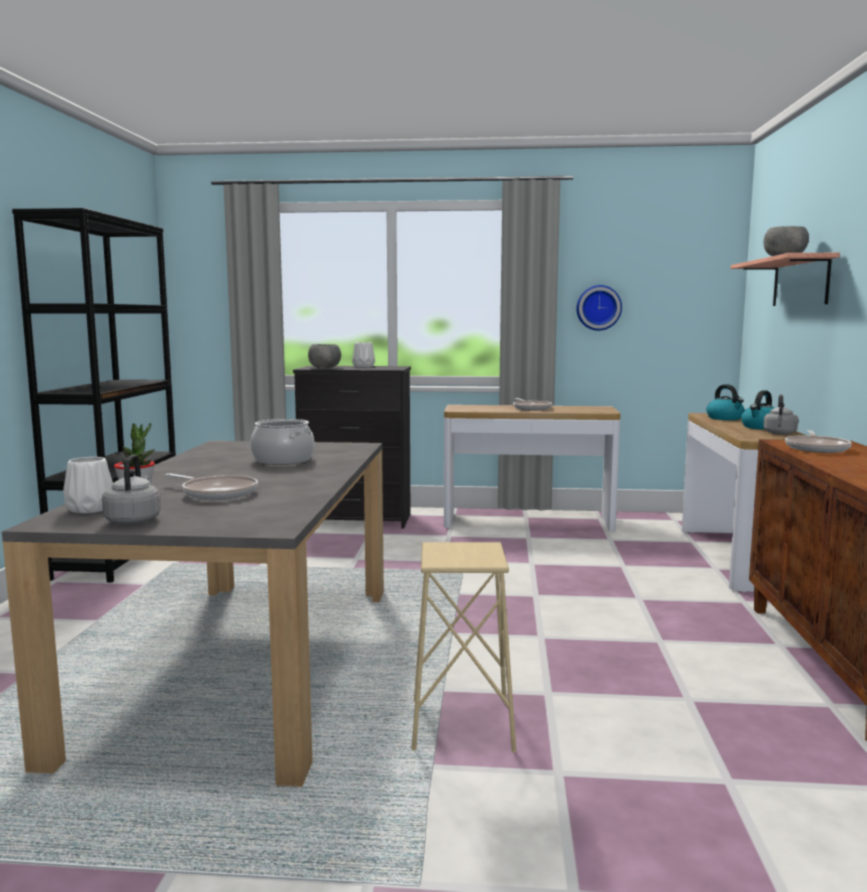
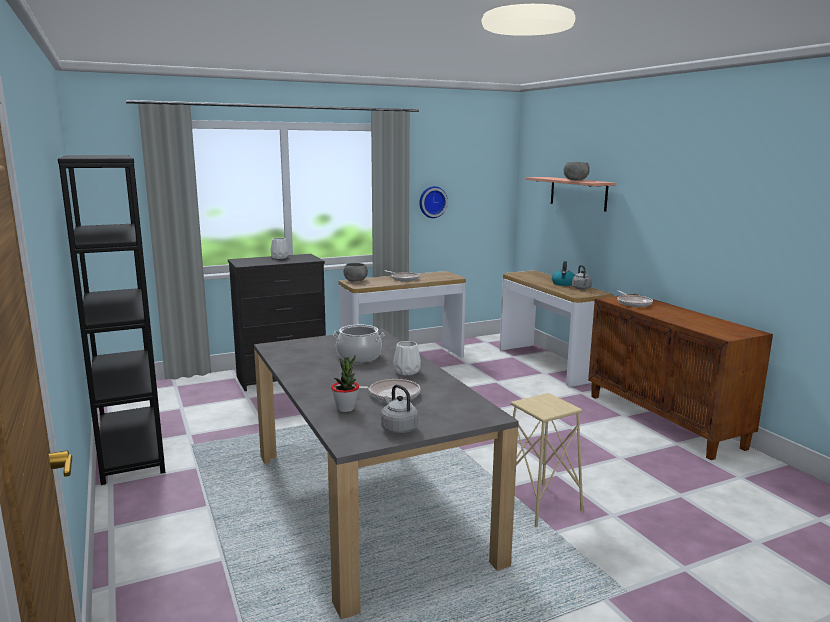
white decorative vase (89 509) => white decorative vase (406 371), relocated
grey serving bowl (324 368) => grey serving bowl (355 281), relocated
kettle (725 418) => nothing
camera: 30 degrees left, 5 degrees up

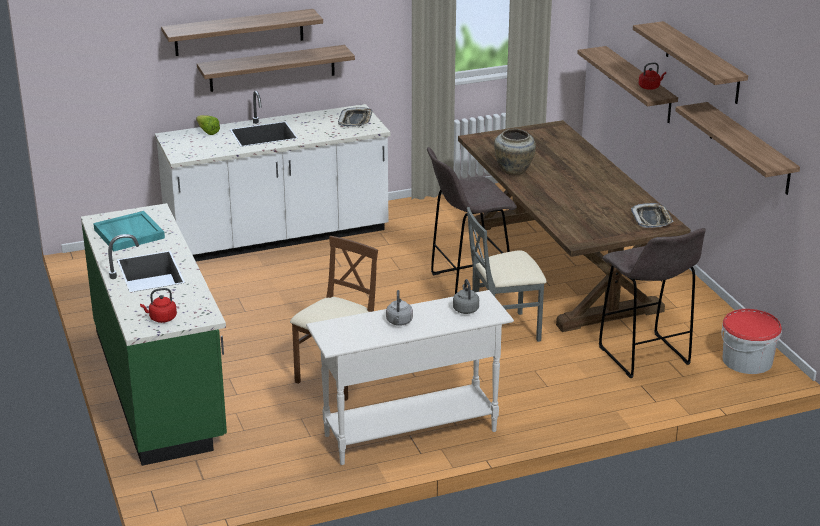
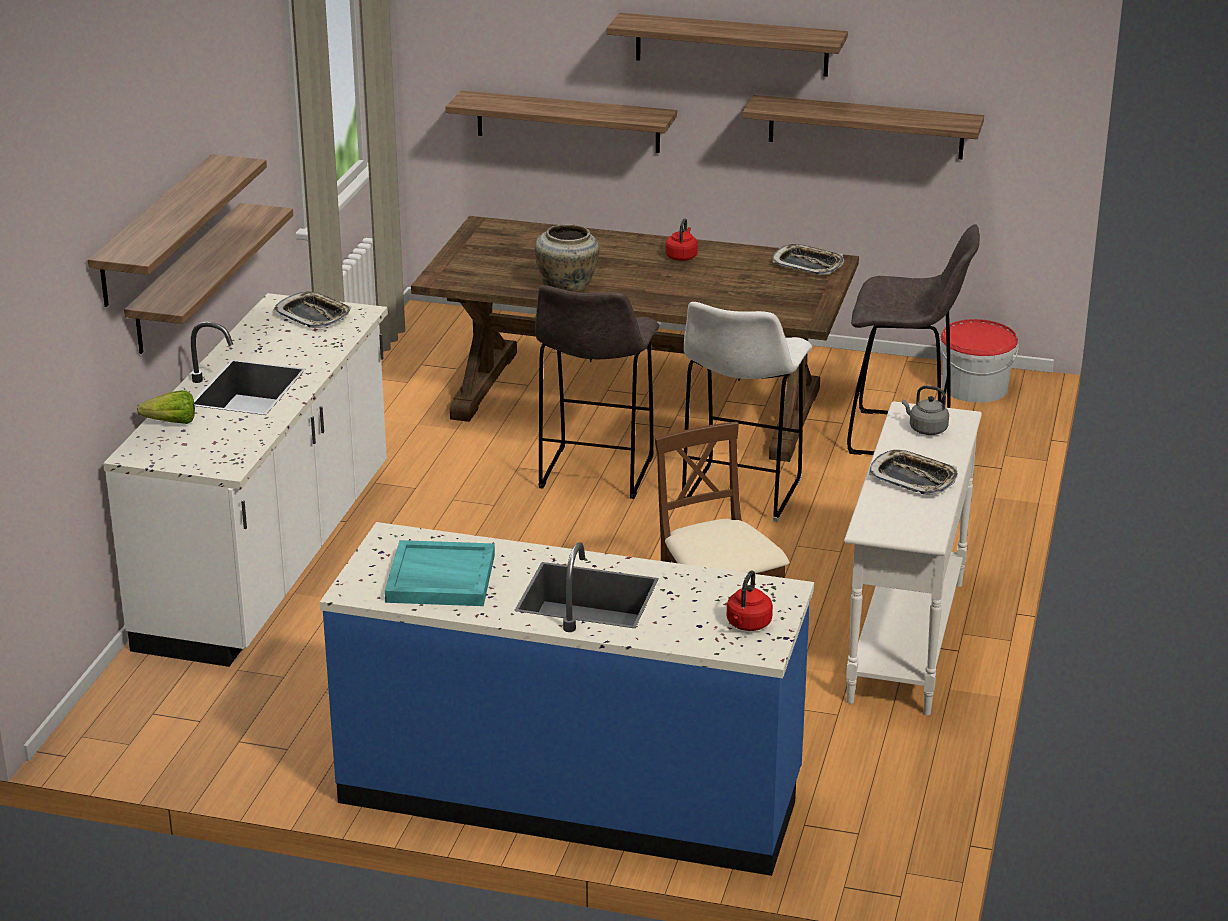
green-coloured counter (160 385) => bluish counter (570 793)
grey kettle (399 322) => serving tray (913 478)
grey chair (503 330) => white sitting stool (740 494)
reddish kettle (650 87) => reddish kettle (681 256), relocated
camera: 55 degrees left, 0 degrees up

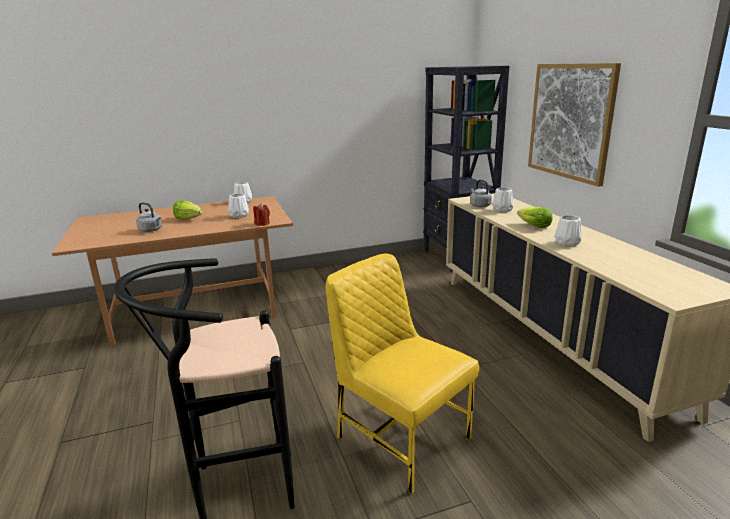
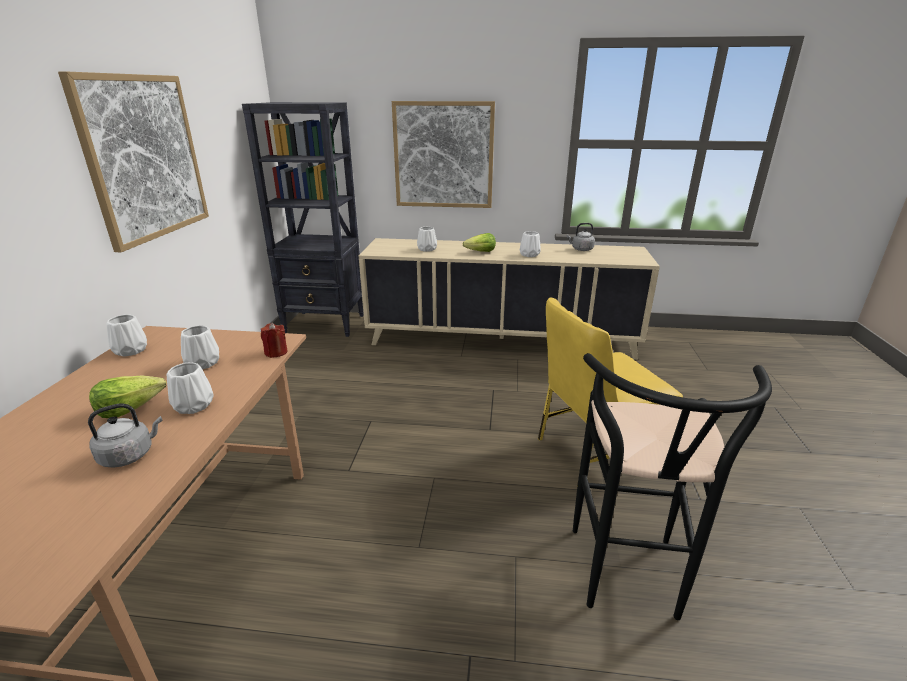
grey kettle (479 205) => grey kettle (581 249), relocated
nothing => wall art (144 158)
nothing => white decorative vase (192 406)
camera: 65 degrees left, 5 degrees up

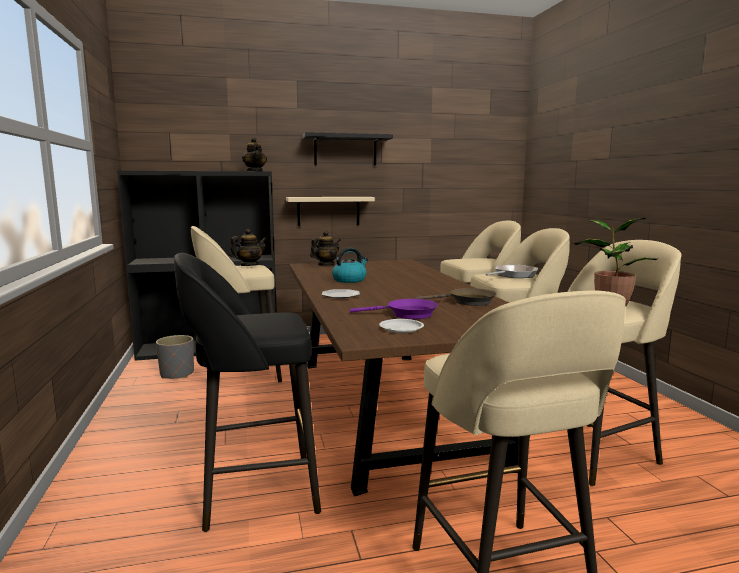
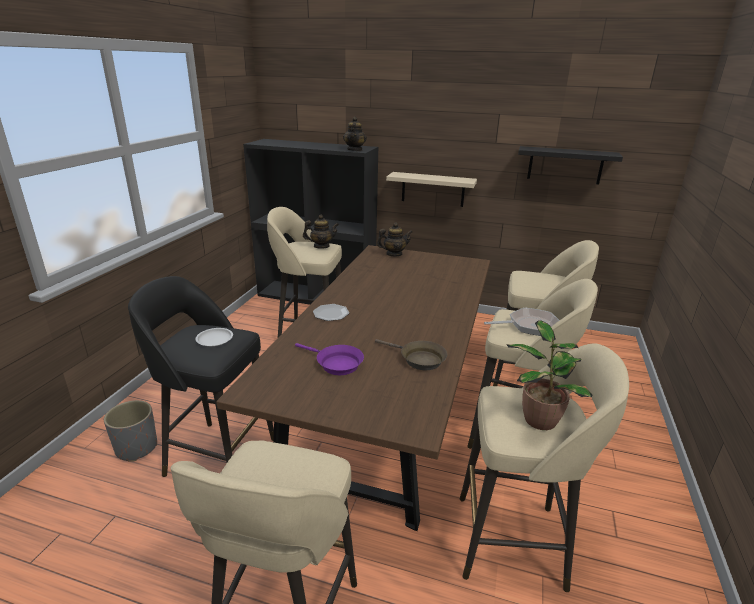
grey plant pot (177 374) => grey plant pot (136 447), relocated
black-coloured bracket shelf (345 150) => black-coloured bracket shelf (565 165), relocated
kettle (349 280) => nothing
white plate (401 328) => white plate (214 339), relocated
camera: 30 degrees right, 15 degrees up

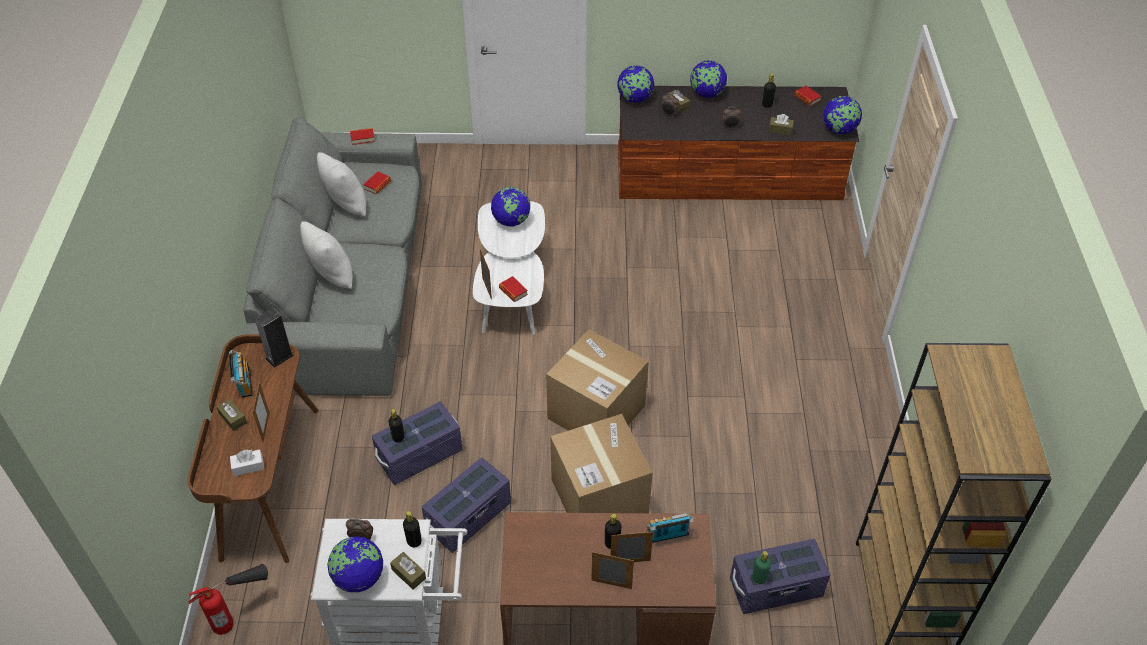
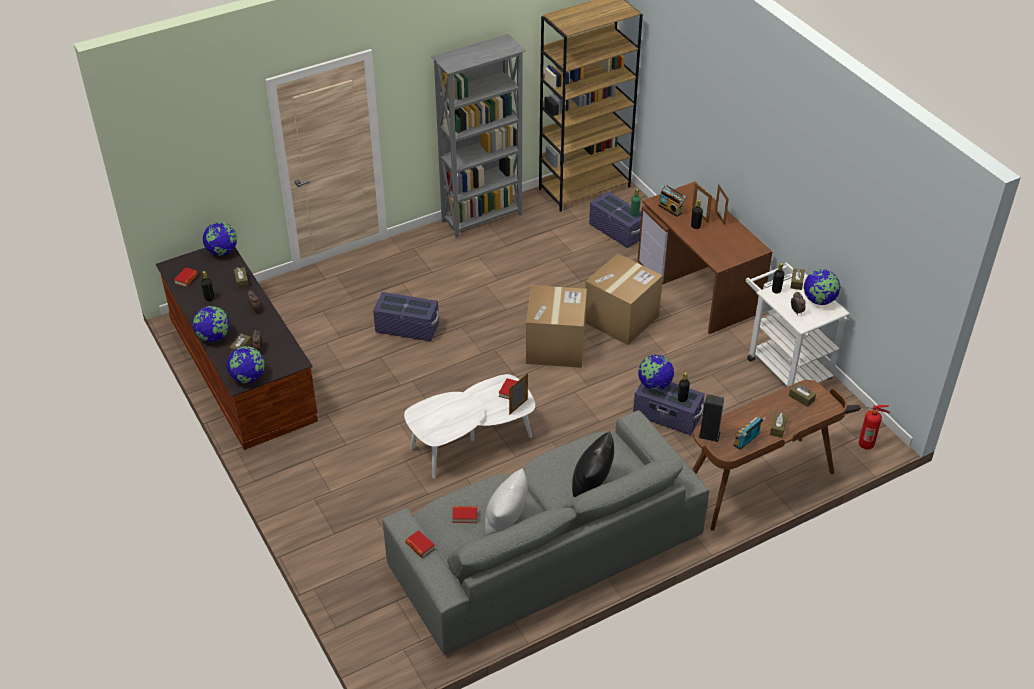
white box of tissues (248 466) => brown box of tissues (801 398)
standing frame (266 427) => nothing
white throw pillow (331 278) => black-coloured throw pillow (593 487)
purple-coloured storage container (469 516) => purple-coloured storage container (407 328), relocated
world globe (511 221) => world globe (654 385), relocated
nothing => grey bookcase (483 218)
camera: 120 degrees left, 5 degrees down

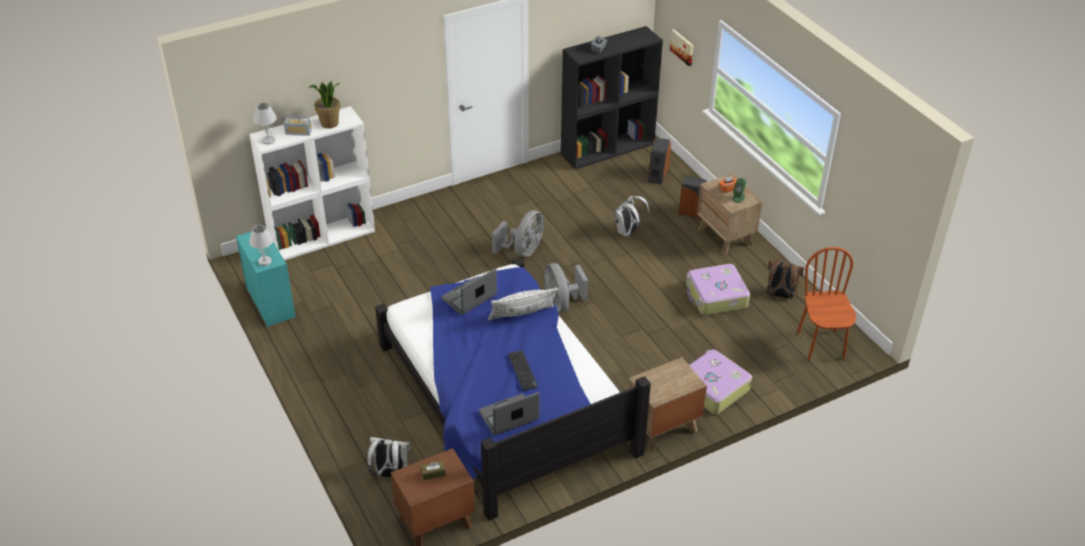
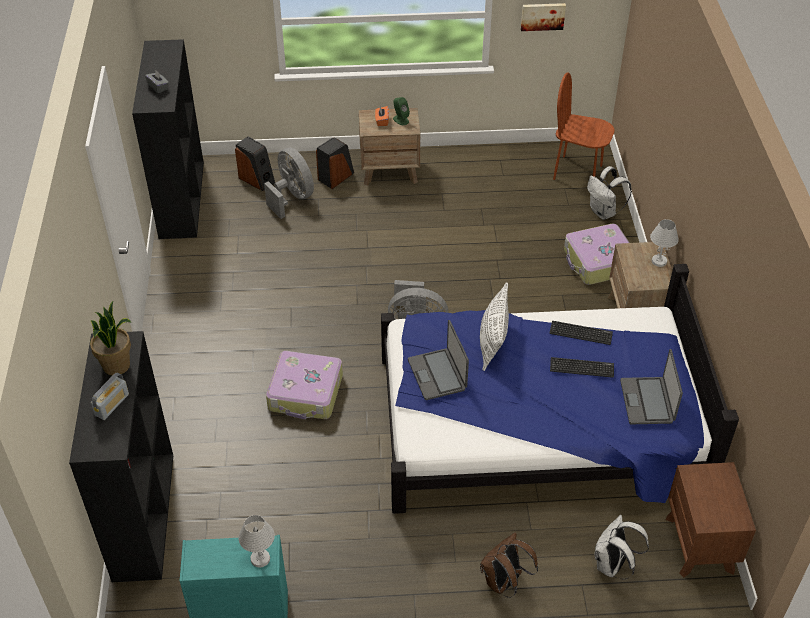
white bookcase (322 236) => black-coloured bookcase (143 515)
white table lamp (268 140) => white table lamp (658 261), relocated
brown box of tissues (433 473) => nothing
grey electric fan (523 251) => grey electric fan (292 198), relocated
white rucksack (628 232) => white rucksack (604 212), relocated
wall art (682 47) => wall art (542 16), relocated
piece of luggage (716 296) => piece of luggage (306 393), relocated
brown rucksack (780 295) => brown rucksack (504 582), relocated
nothing => computer keyboard (581 333)
camera: 65 degrees left, 5 degrees up

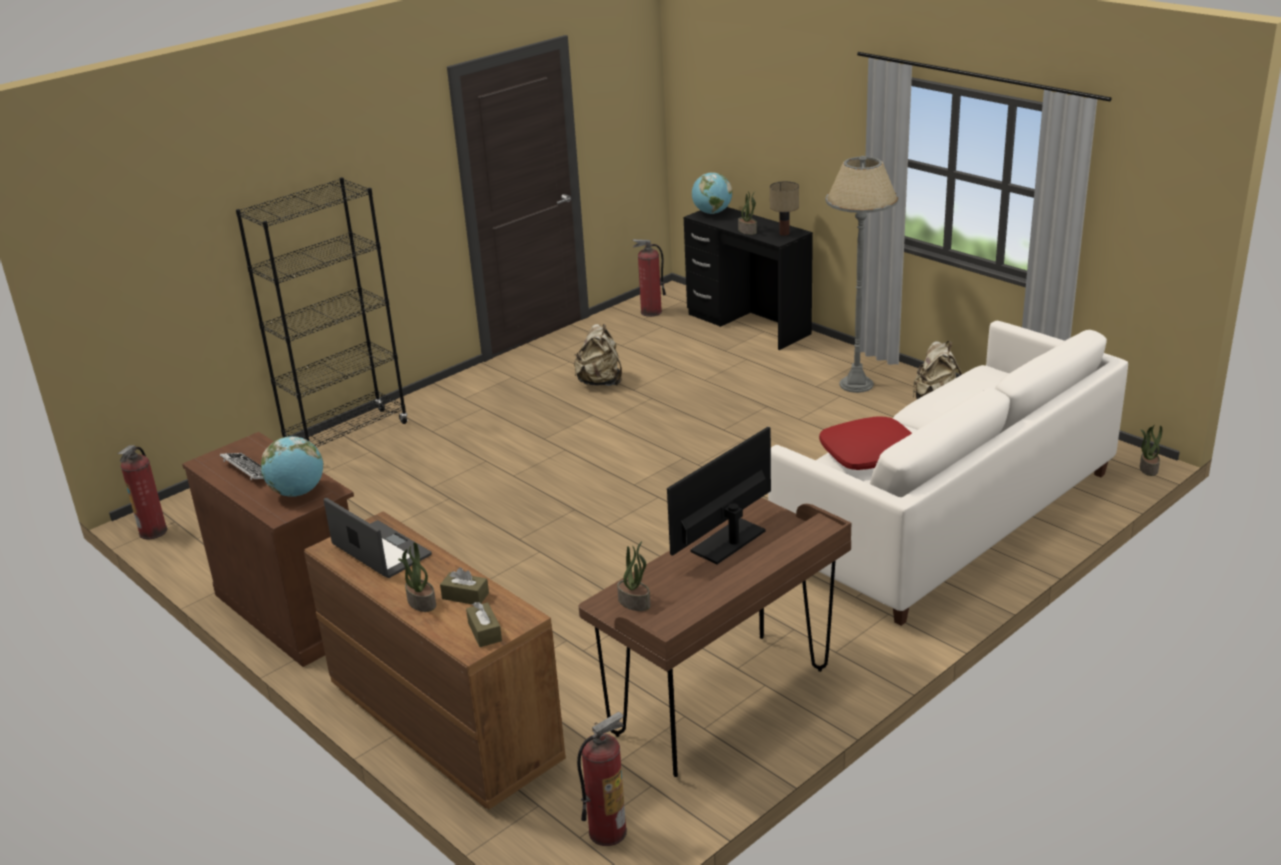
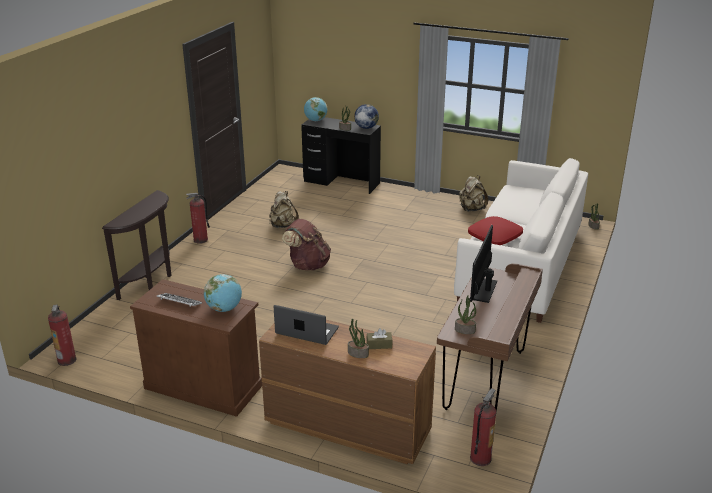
black-coloured bookcase (347 437) => brown narrow table (151 281)
brown box of tissues (485 632) => nothing
fire extinguisher (651 312) => fire extinguisher (200 240), relocated
table lamp (784 233) => world globe (366 127)
grey standing lamp (856 385) => nothing
nothing => brown rucksack (307 265)
camera: 25 degrees left, 0 degrees up

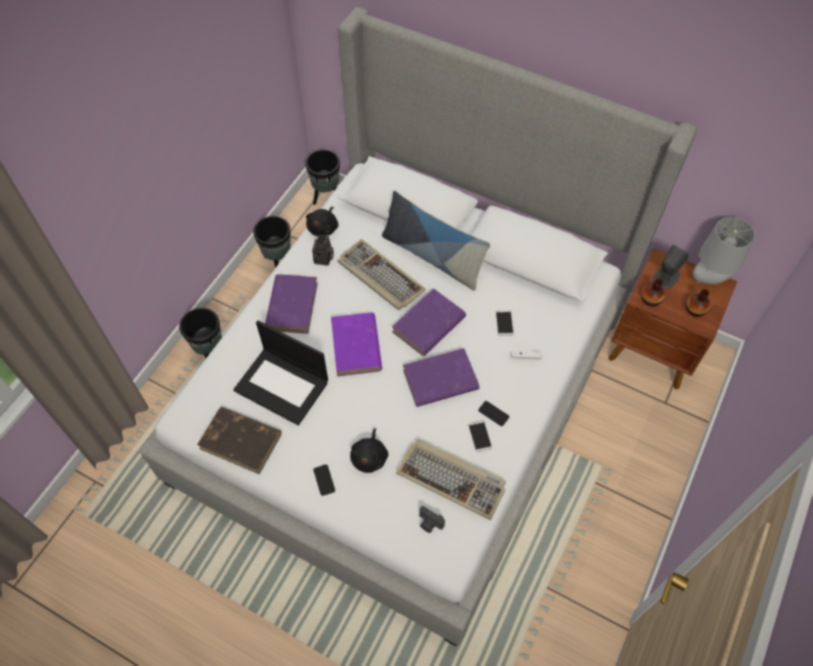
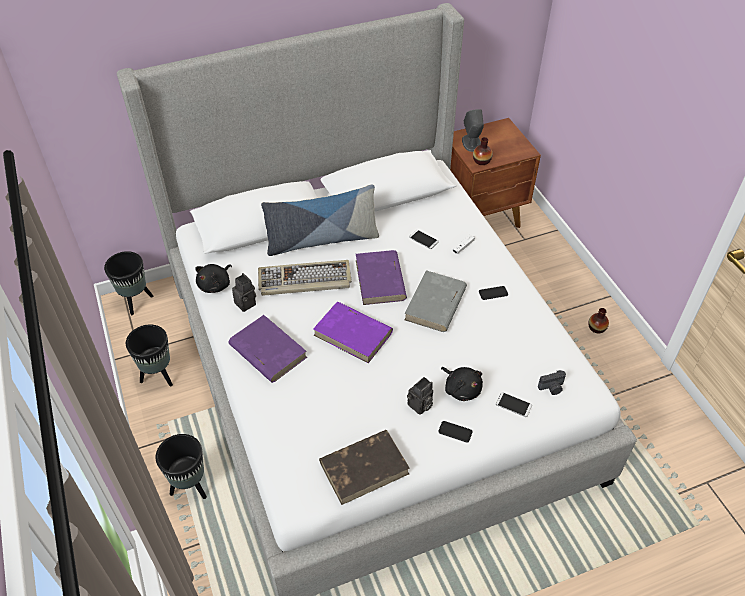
notebook computer (283 385) => nothing
black-coloured plush toy (324 228) => black-coloured plush toy (216 285), 60 degrees clockwise
computer keyboard (452 479) => nothing
purple-coloured volume (439 380) => grey volume (435 304)
phone (480 436) => phone (513 405), relocated
decorative vase (695 310) => decorative vase (596 328), relocated
grey table lamp (709 279) => nothing
nothing => photo camera (420 406)
camera: 50 degrees left, 10 degrees down

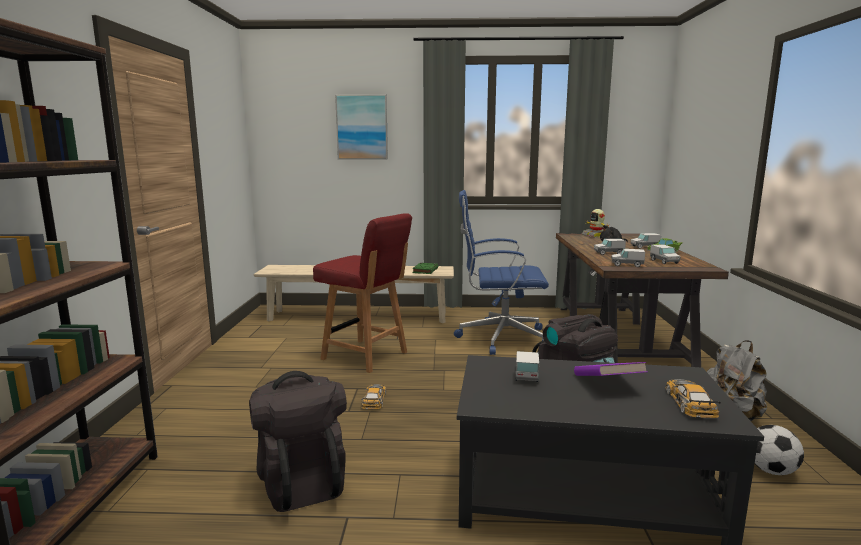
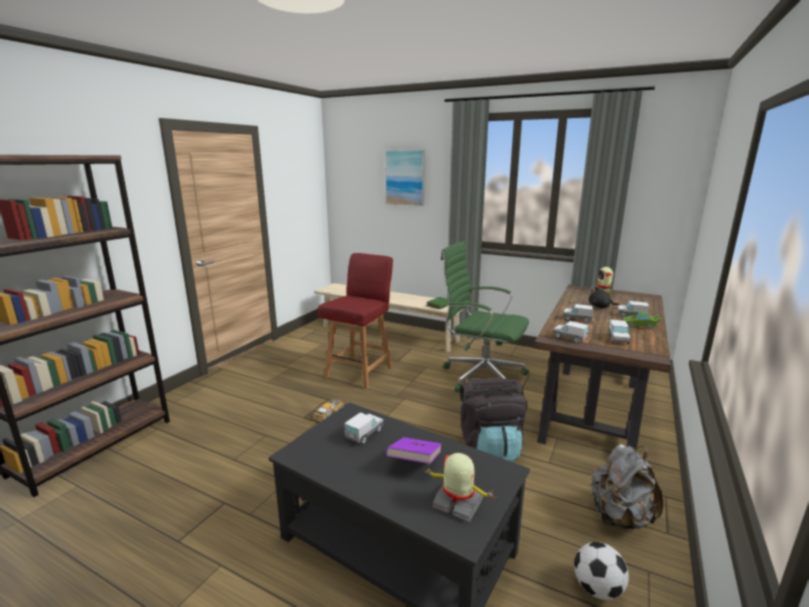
black-coloured rucksack (301 481) => nothing
reddish chair (366 356) => reddish chair (360 372), 120 degrees counterclockwise
bluish office chair (500 338) => green-coloured office chair (481 376)
toy car (689 403) => model robot (458 504)
camera: 25 degrees right, 5 degrees up

